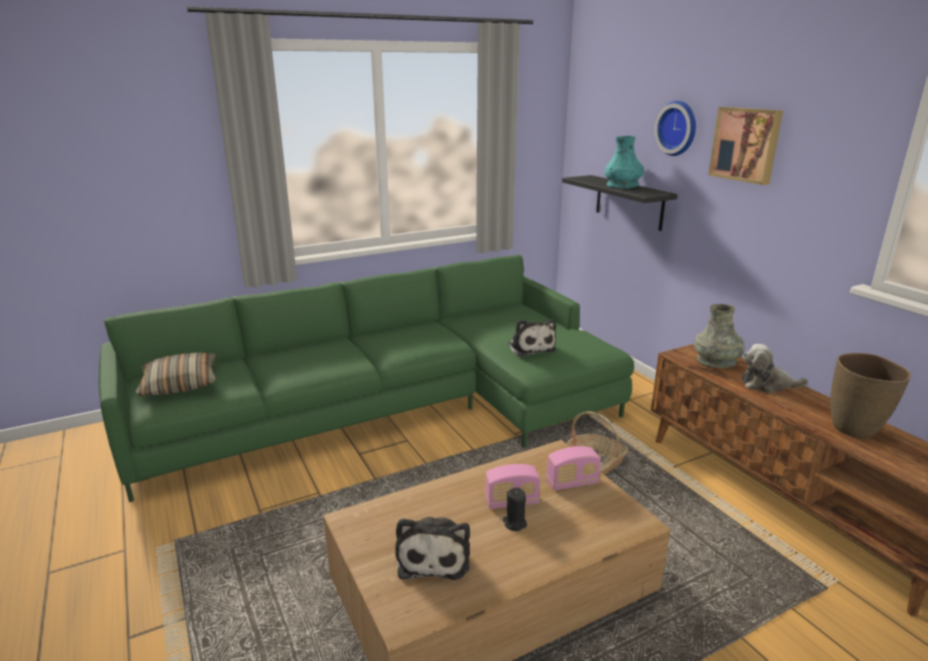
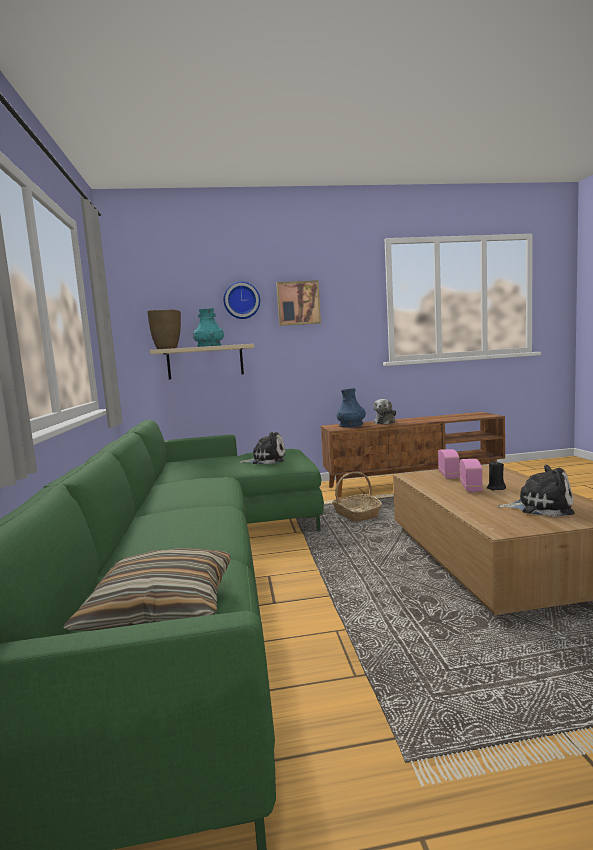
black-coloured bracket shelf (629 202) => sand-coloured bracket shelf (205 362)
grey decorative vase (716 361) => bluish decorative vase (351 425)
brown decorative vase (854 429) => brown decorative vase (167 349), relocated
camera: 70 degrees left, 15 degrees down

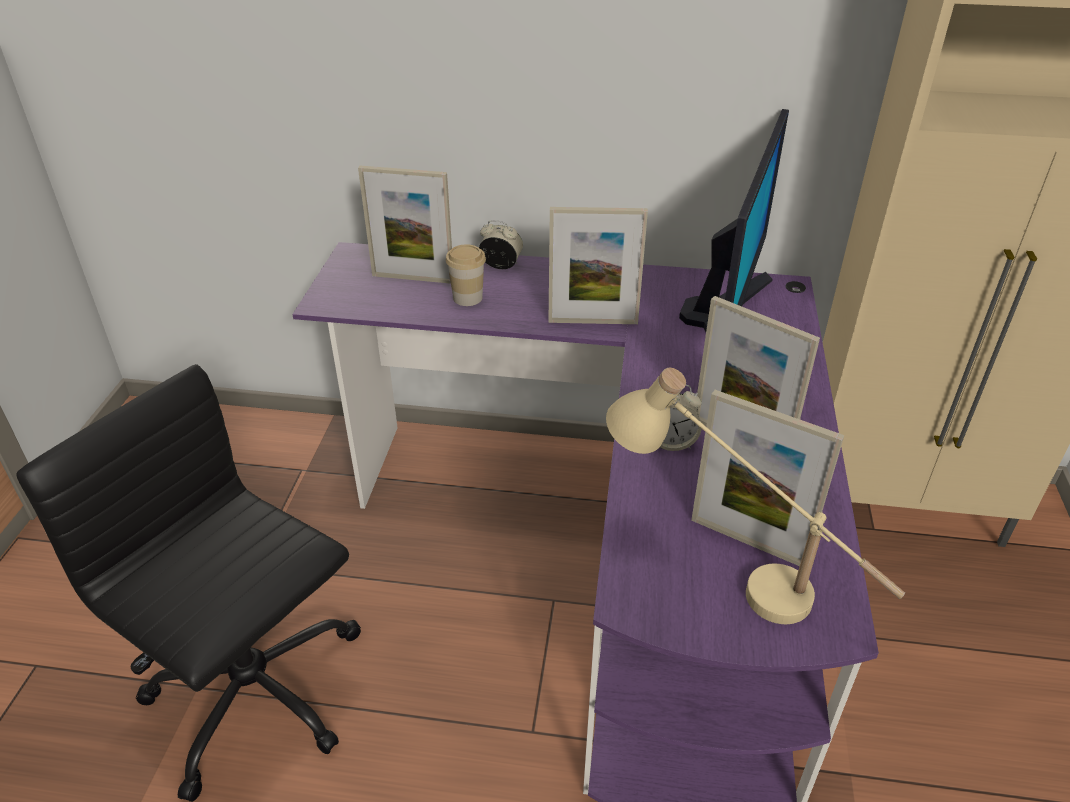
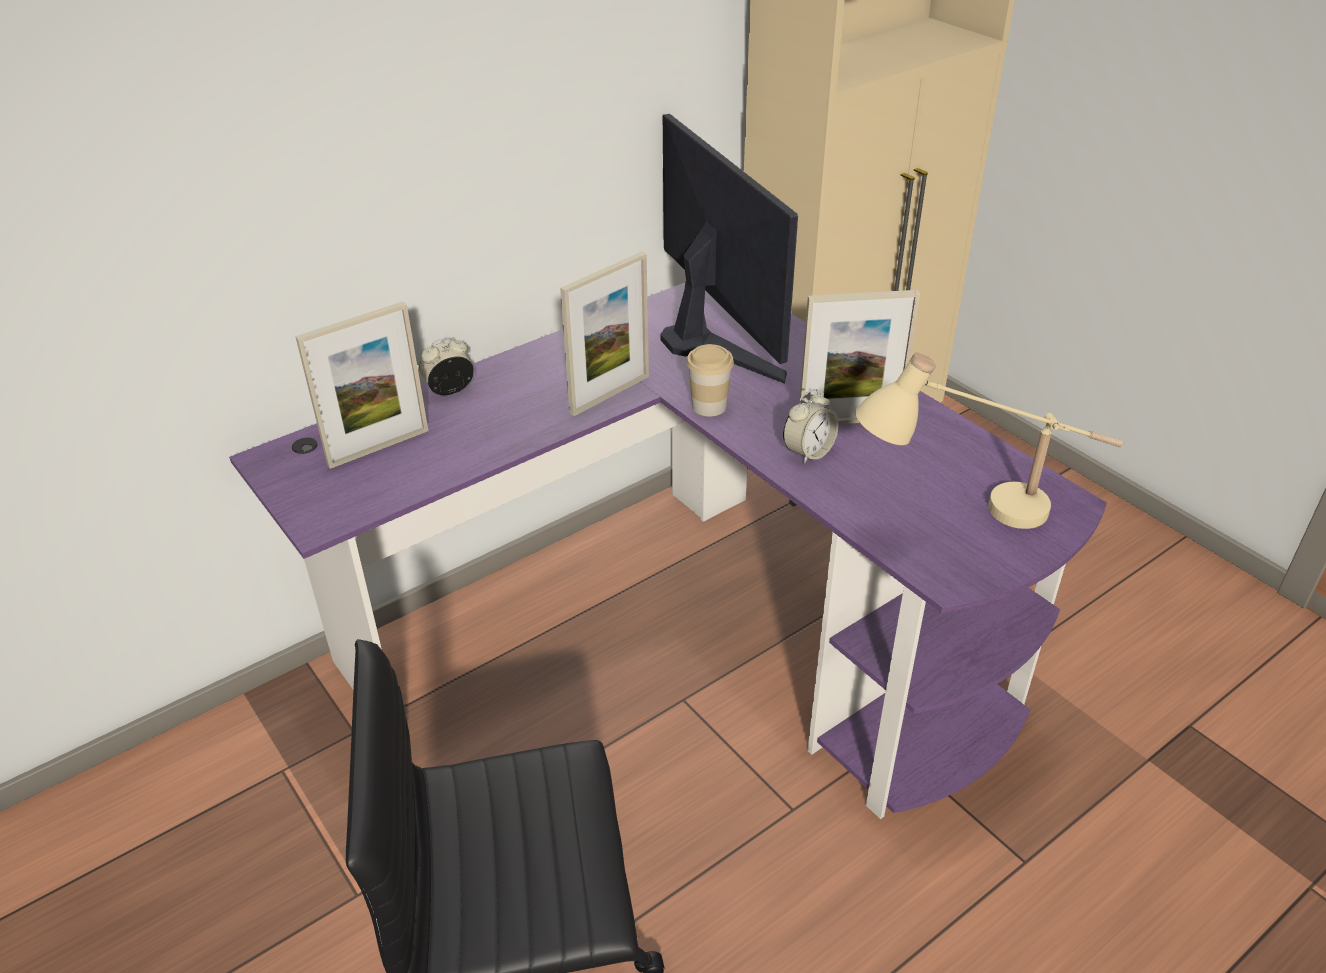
drinking cup (467 298) => drinking cup (709 406), relocated
standing frame (747 541) => nothing
camera: 45 degrees left, 0 degrees up

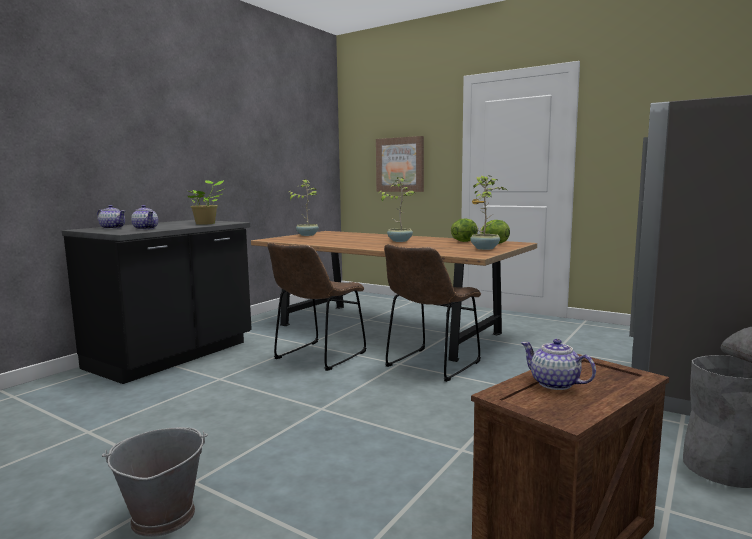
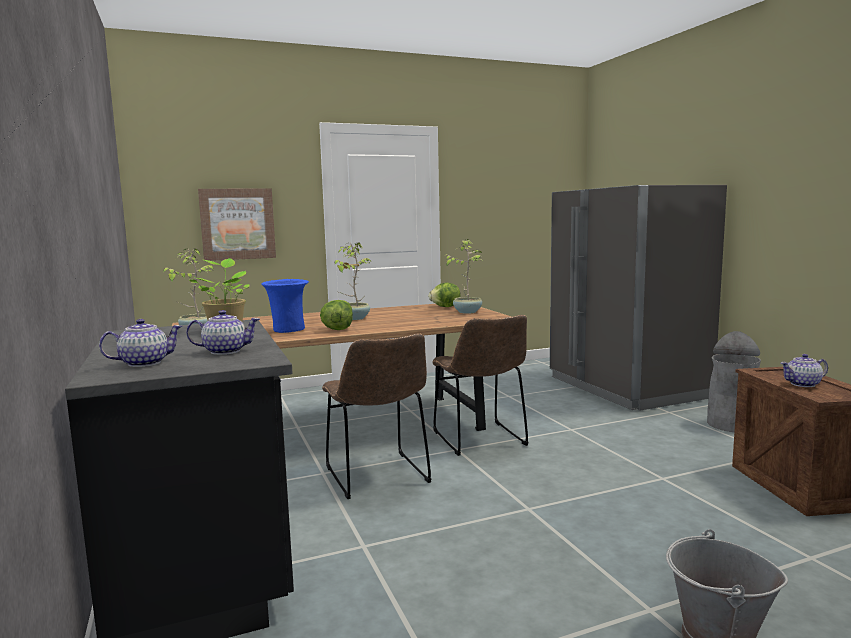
head of lettuce (464 241) => head of lettuce (337 329), relocated
nothing => bluish decorative vase (288 330)
camera: 55 degrees left, 0 degrees up

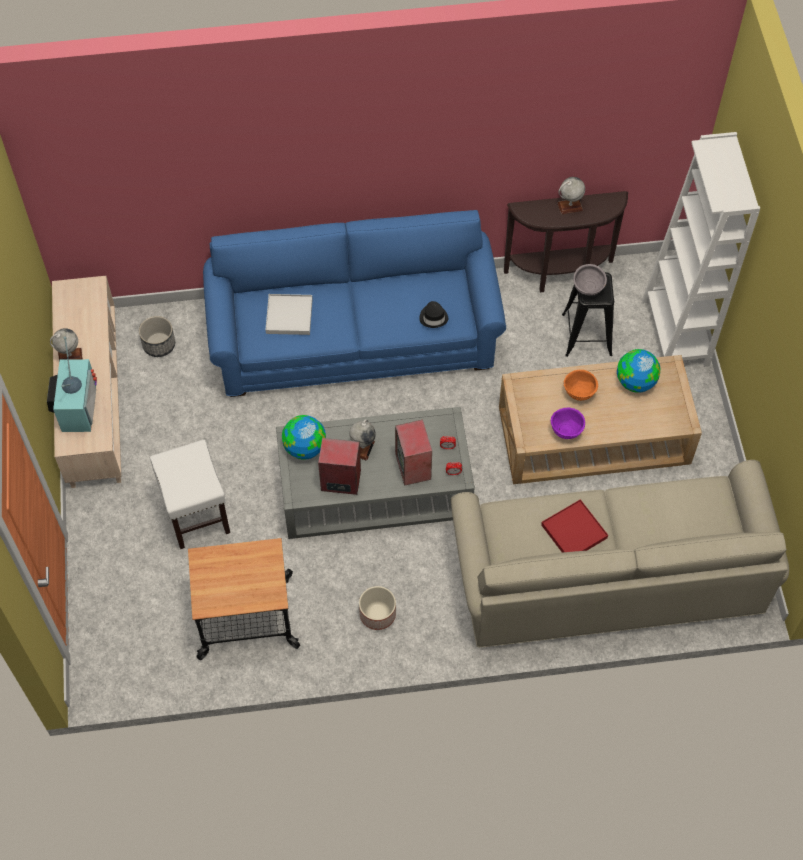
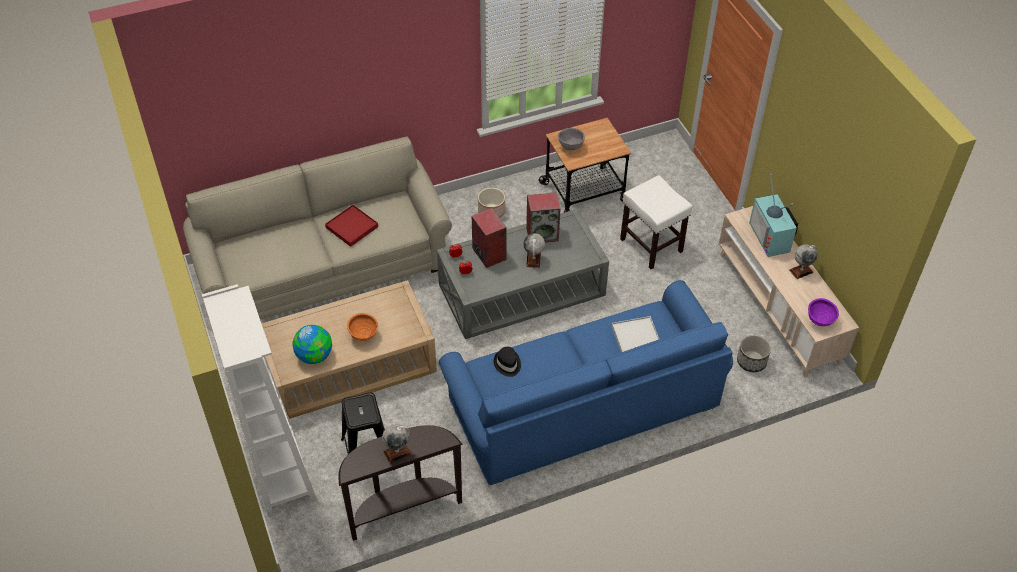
world globe (304 448) => nothing
purple-coloured serving bowl (566 431) => purple-coloured serving bowl (819 321), relocated
grey serving bowl (587 289) => grey serving bowl (570 147), relocated
camera: 165 degrees right, 10 degrees down

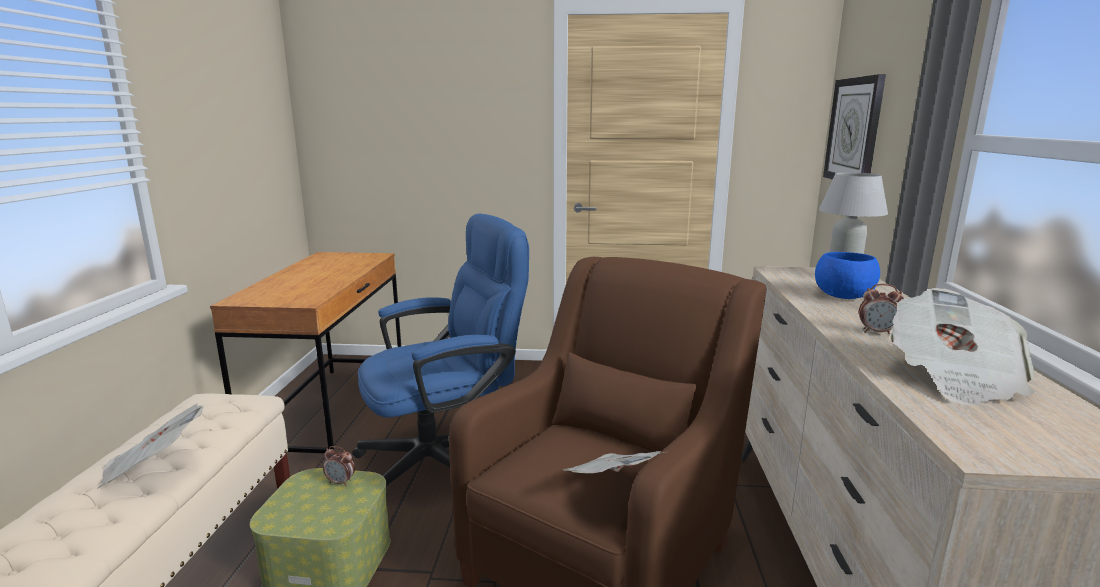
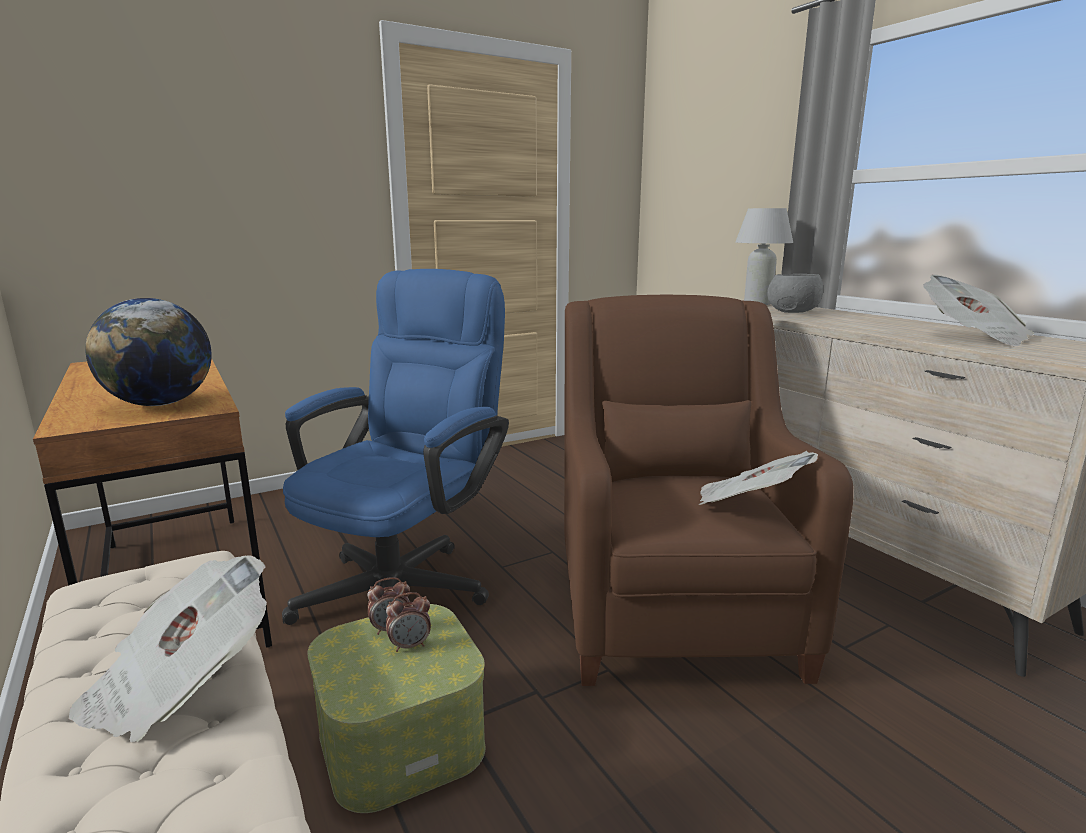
bluish serving bowl (843 296) => grey serving bowl (792 312)
hanging clock (854 130) => nothing
table clock (876 332) => table clock (410 645), relocated
nothing => world globe (160 404)
camera: 35 degrees left, 0 degrees up

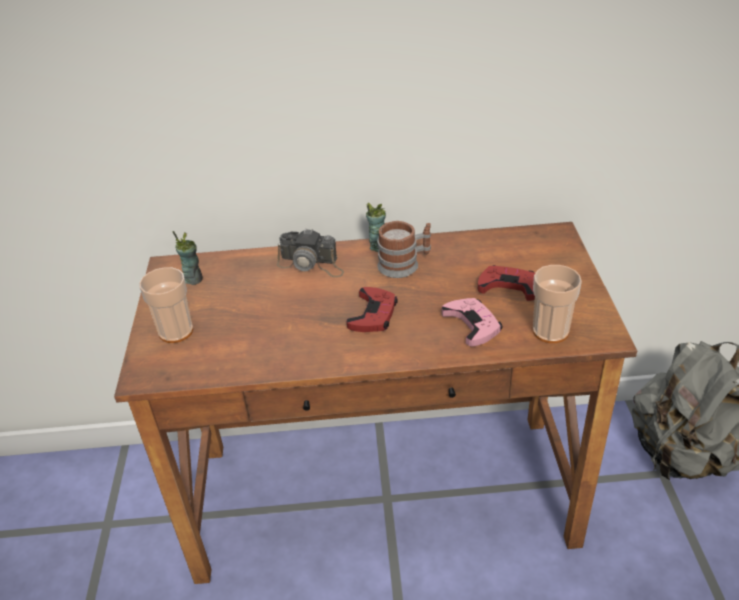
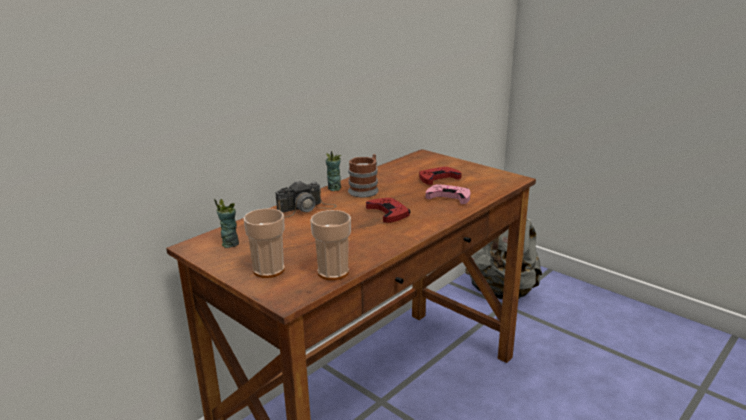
drinking cup (550 331) => drinking cup (333 272), relocated
camera: 45 degrees left, 15 degrees down

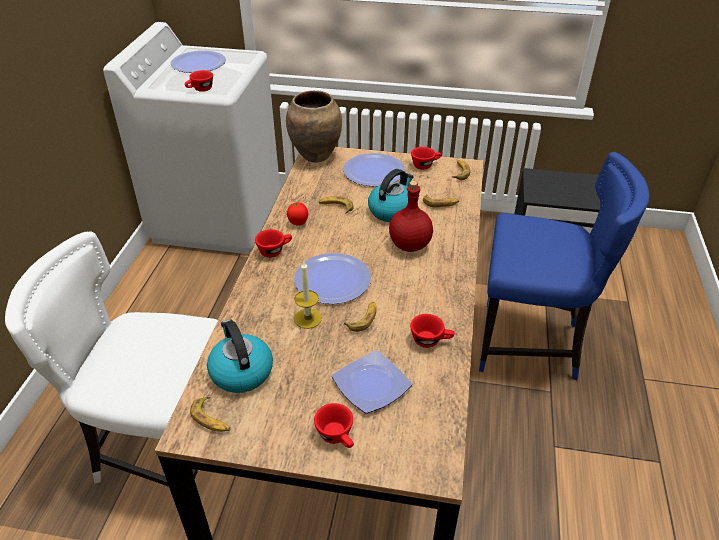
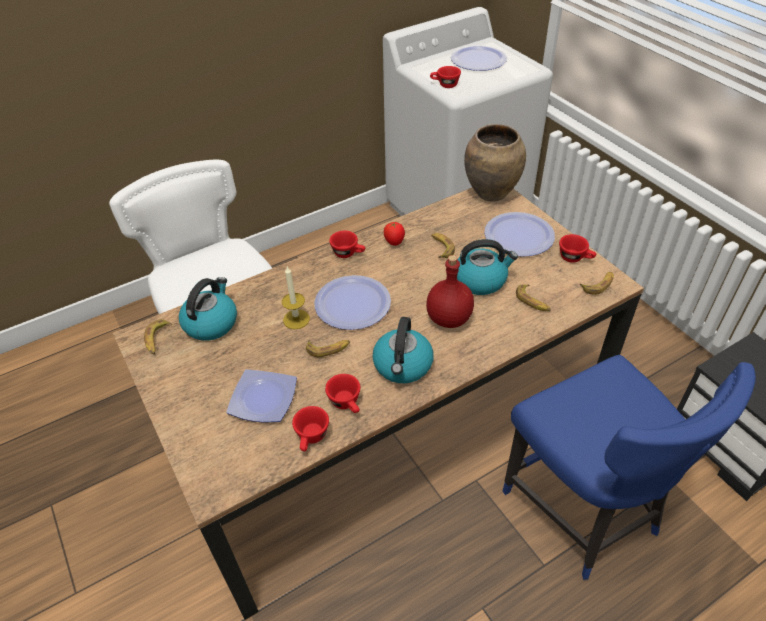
reddish drinking cup (338 437) => reddish drinking cup (312 438), relocated
nothing => kettle (403 365)
camera: 50 degrees right, 5 degrees up

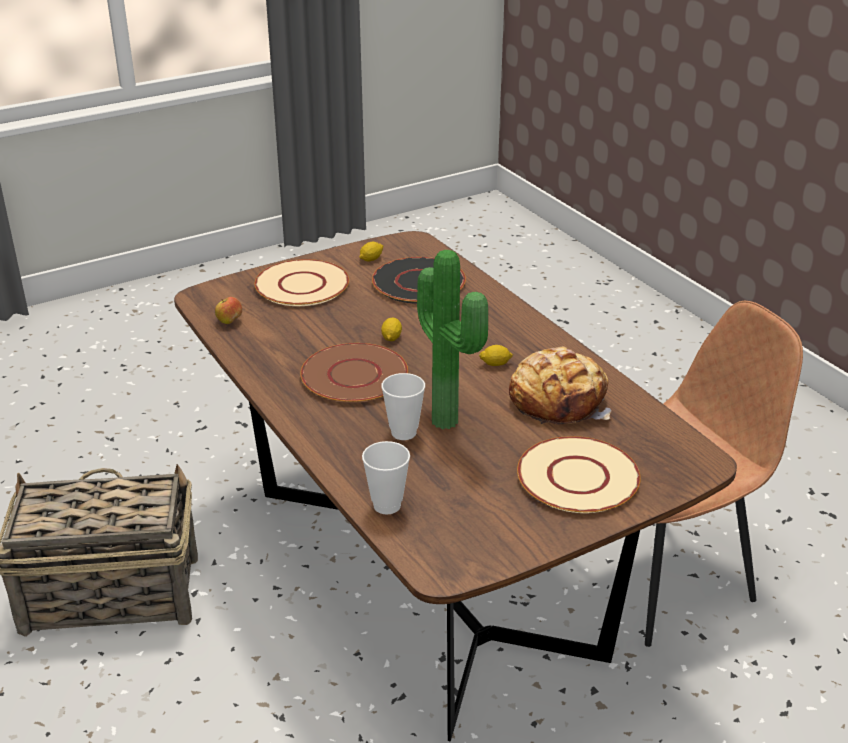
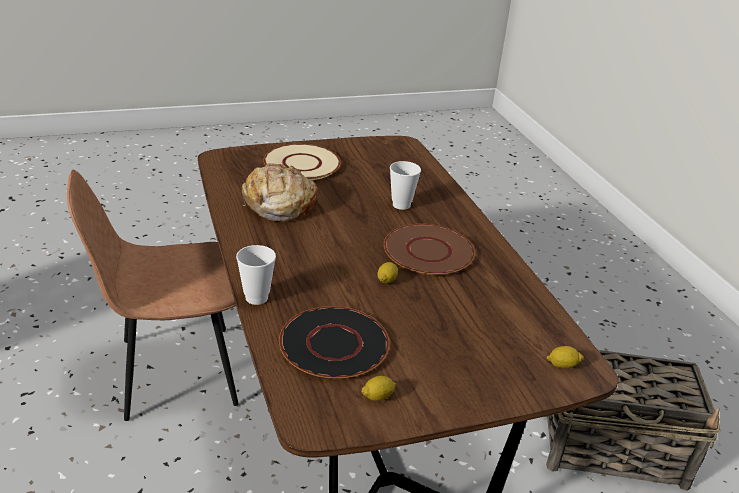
whole apple (229 321) => nothing
sand-coloured plate (301 285) => nothing
drinking cup (387 505) => drinking cup (256 298), relocated
plant in a pot (449 419) => nothing
lemon (495 364) => lemon (562 365), relocated
camera: 170 degrees left, 0 degrees up

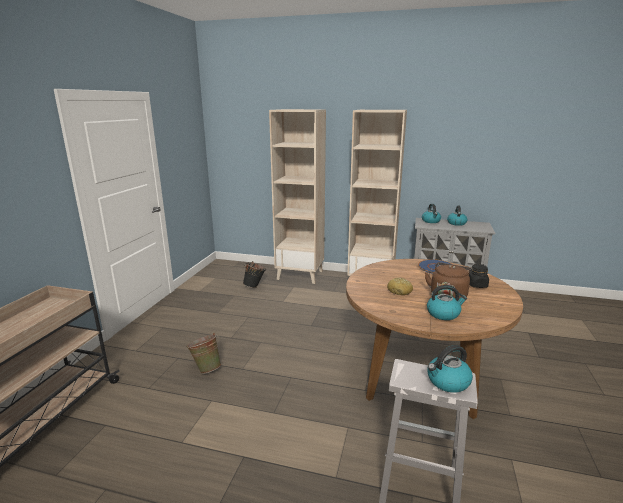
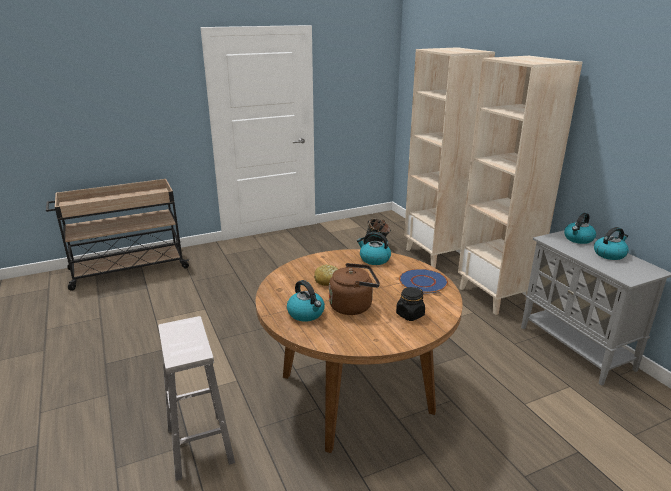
green-coloured bucket (206 368) => nothing
kettle (447 382) => kettle (374 259), relocated
camera: 50 degrees right, 5 degrees up

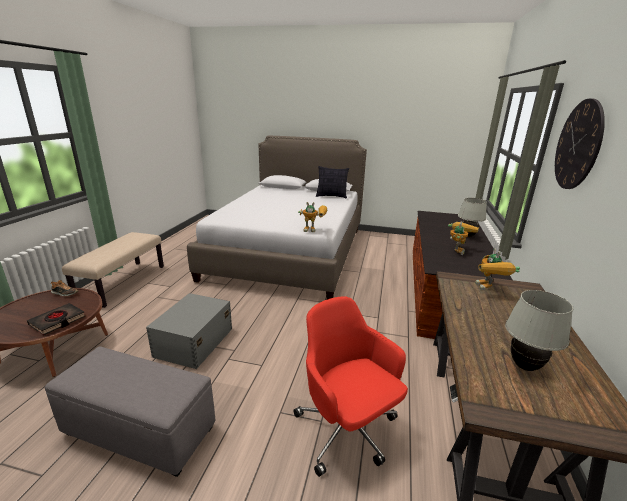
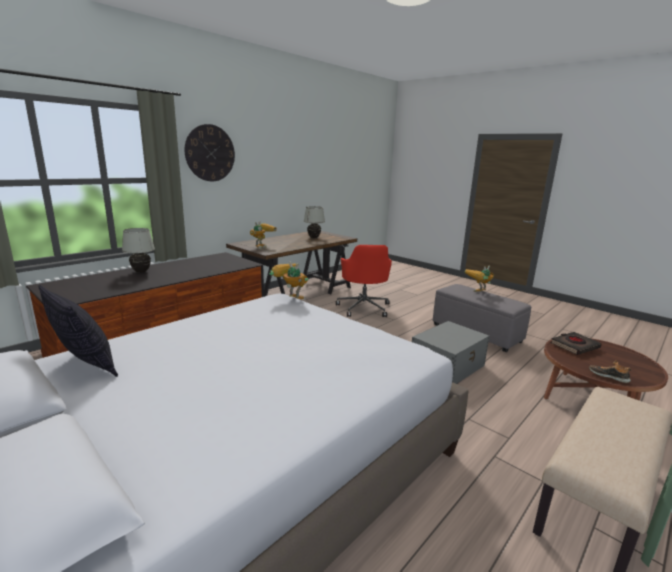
model robot (457 250) => model robot (478 293), relocated
camera: 150 degrees left, 5 degrees down

